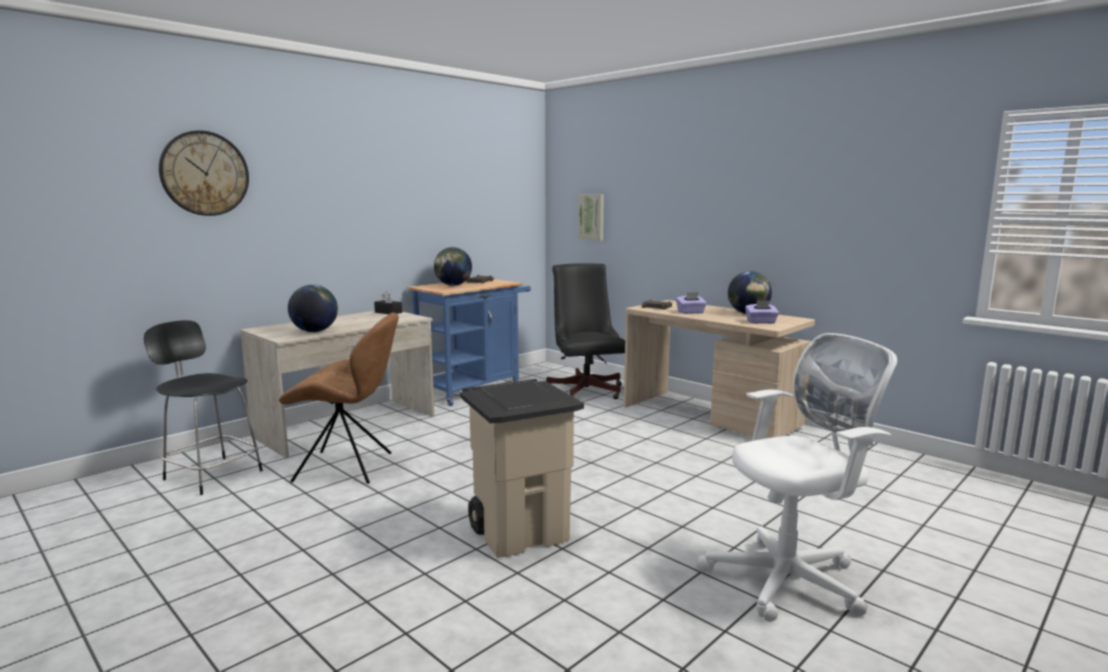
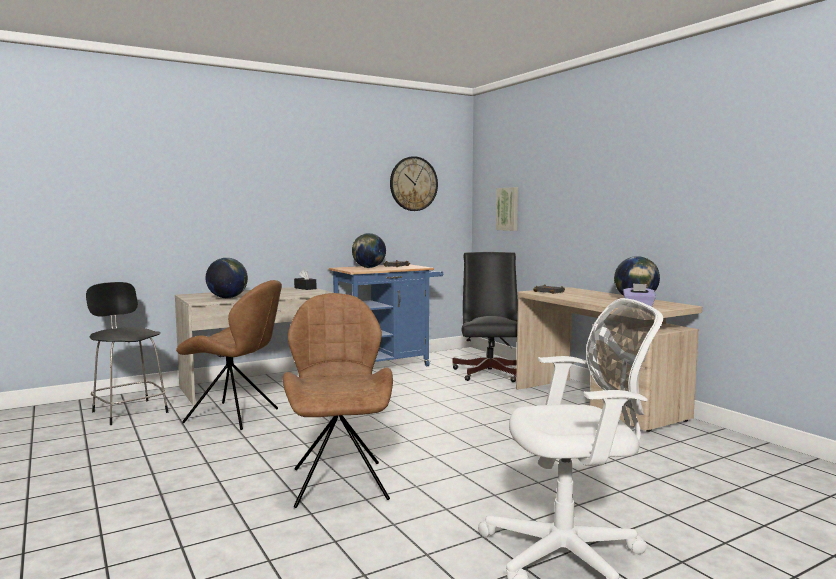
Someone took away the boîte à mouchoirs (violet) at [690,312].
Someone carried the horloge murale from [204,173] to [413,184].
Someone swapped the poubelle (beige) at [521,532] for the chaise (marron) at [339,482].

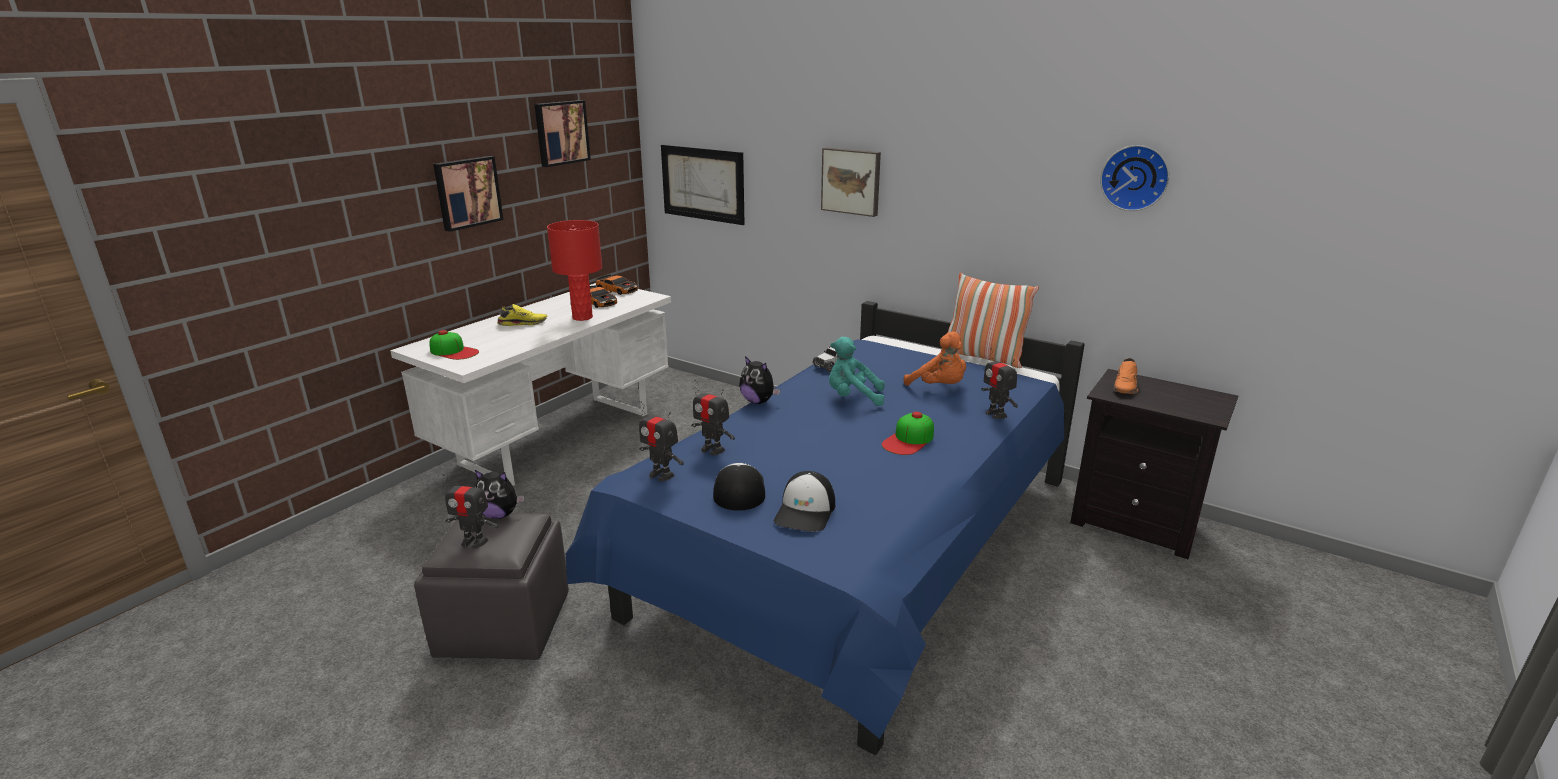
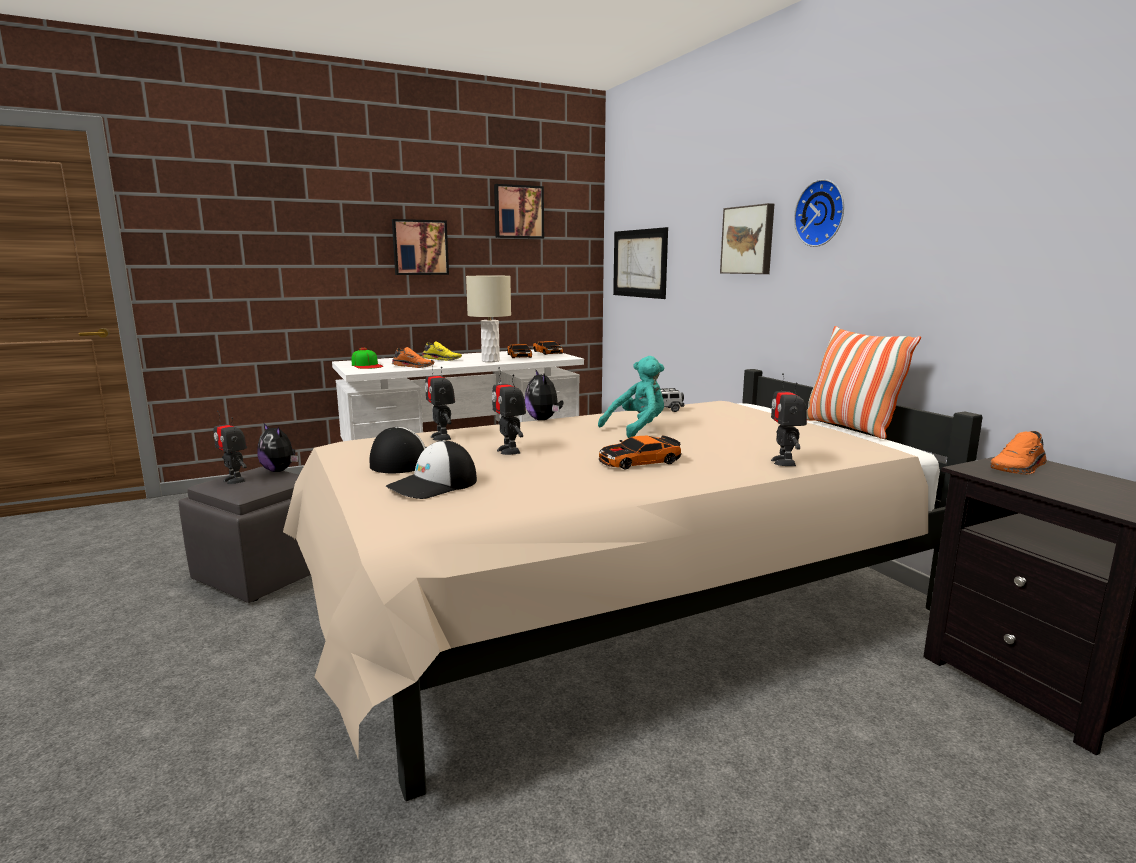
Someone took away the peluche (orange) at [939,387].
Someone put down the chaussure (orange) at [414,366].
Someone carried the robot jouet from [661,475] to [509,451].
Someone carried the horloge murale from [1135,177] to [822,213].
Someone swapped the casquette at [909,440] for the petite voiture at [639,461].
Someone repainted the lampe de table (rouge) at [583,317], which became the lampe de table (beige) at [491,361].
Someone repainted the lit (bleu) at [856,551], which became the lit (beige) at [616,608].
Someone rotated the peluche (turquoise) at [853,398] by 105 degrees clockwise.

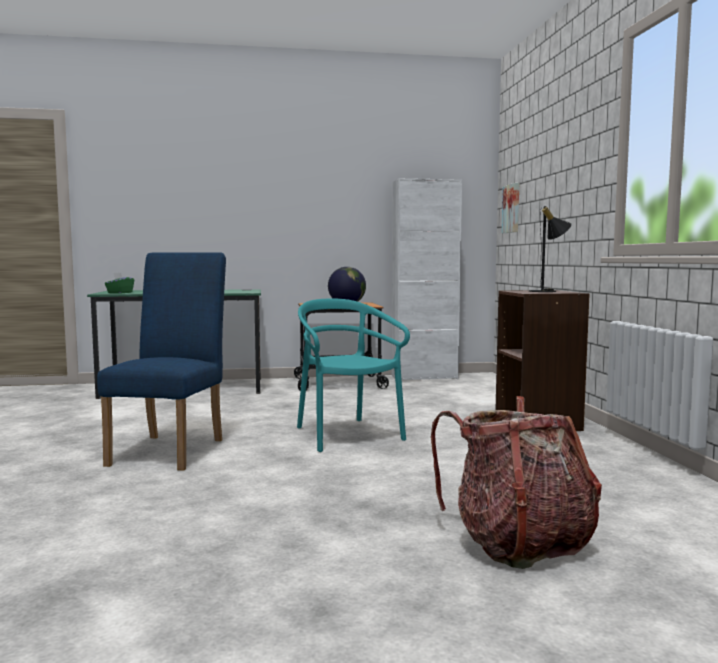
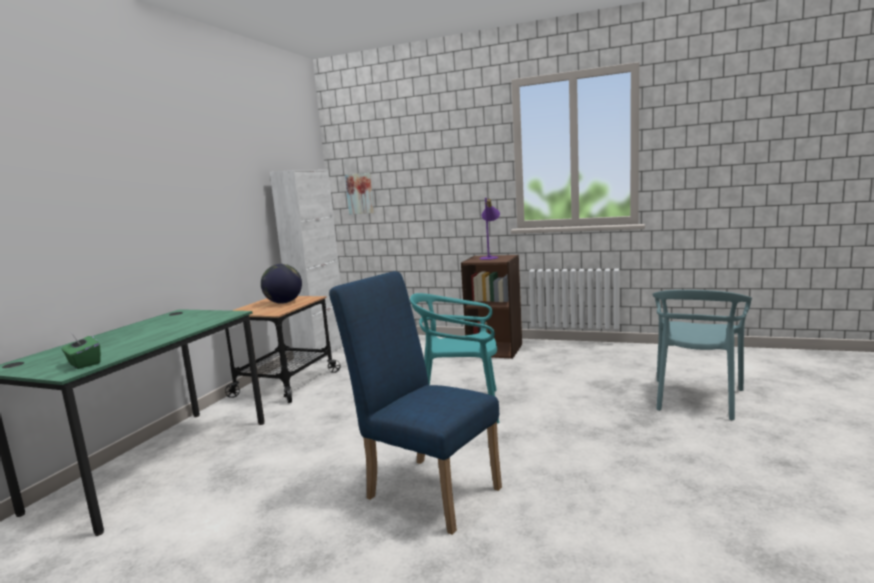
Someone swapped the sac à dos at [518,542] for the chaise (turquoise) at [696,398].
Someone repainted the lampe de table (noir) at [547,291], which became the lampe de table (violet) at [490,257].

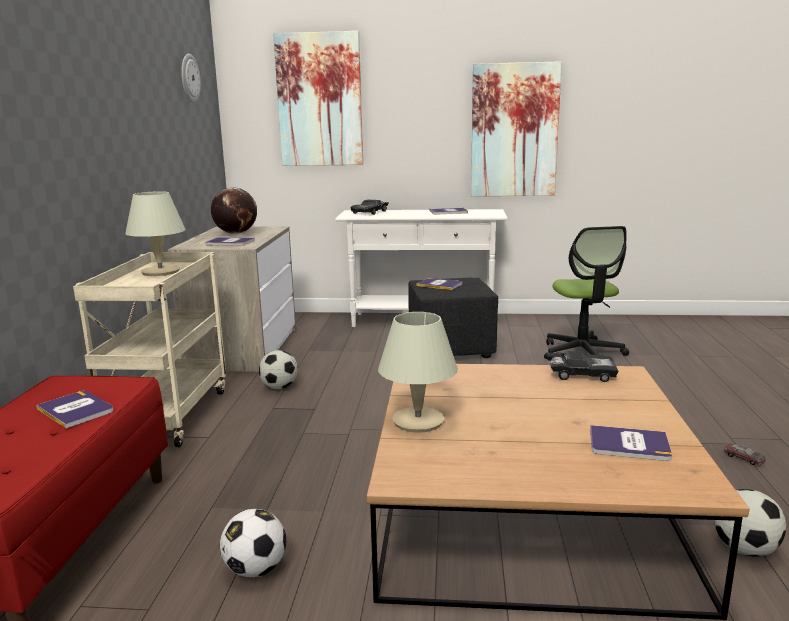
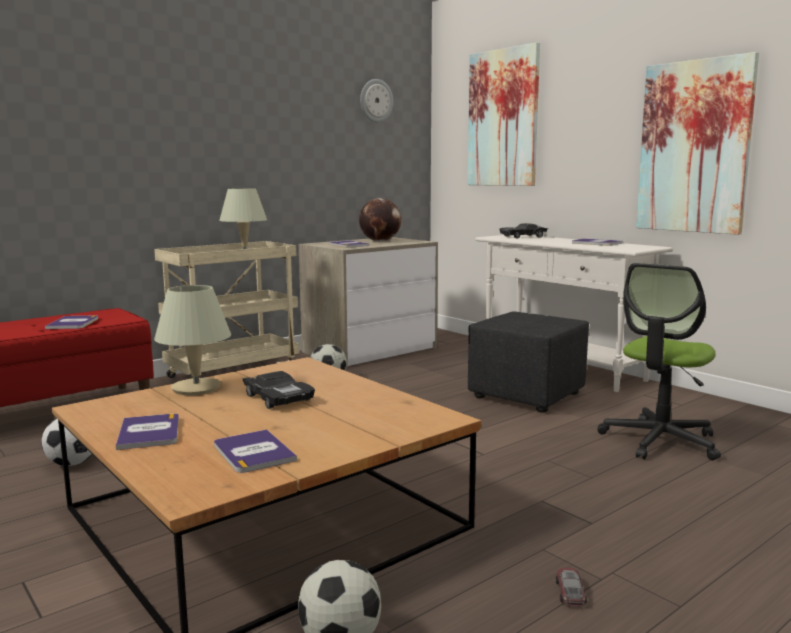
Someone carried the livre from [440,284] to [149,432].
Someone carried the petite voiture (noir) from [581,374] to [278,398].

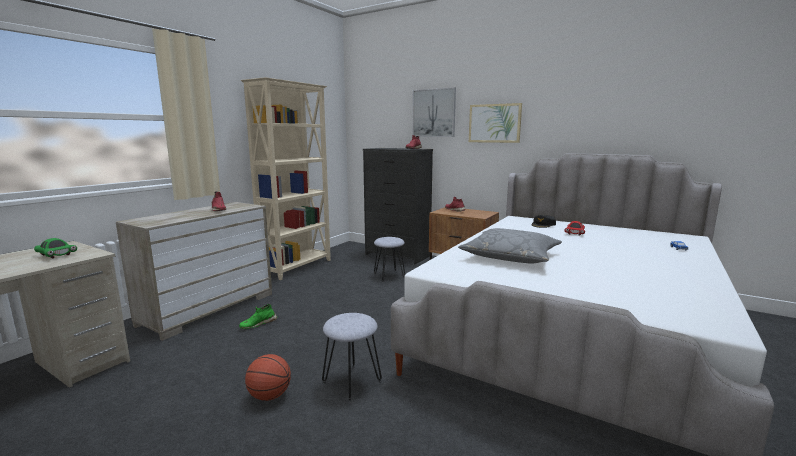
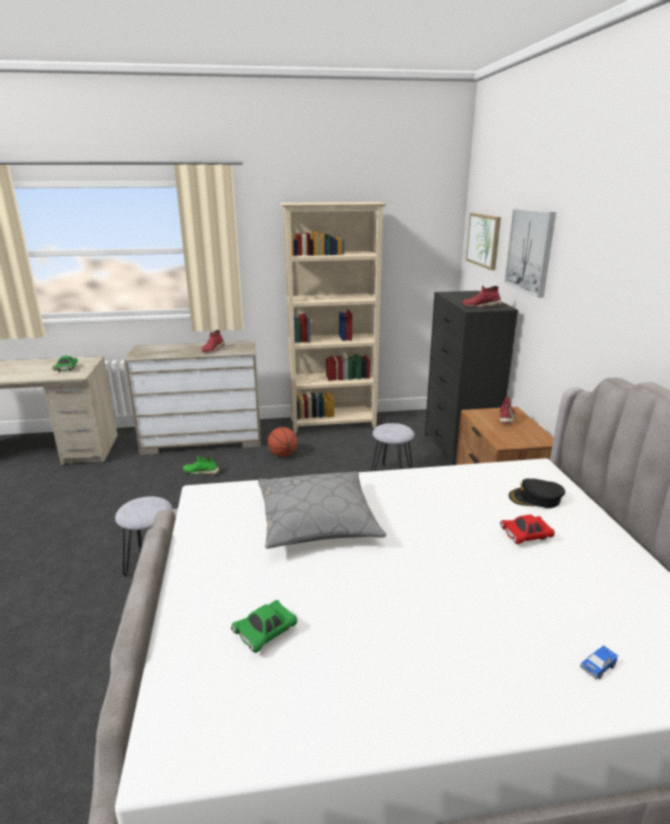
Someone put down the petite voiture (vert) at [265,633].
Someone carried the ballon de basket from [270,396] to [283,454].
Someone carried the tableau from [494,123] to [484,240].

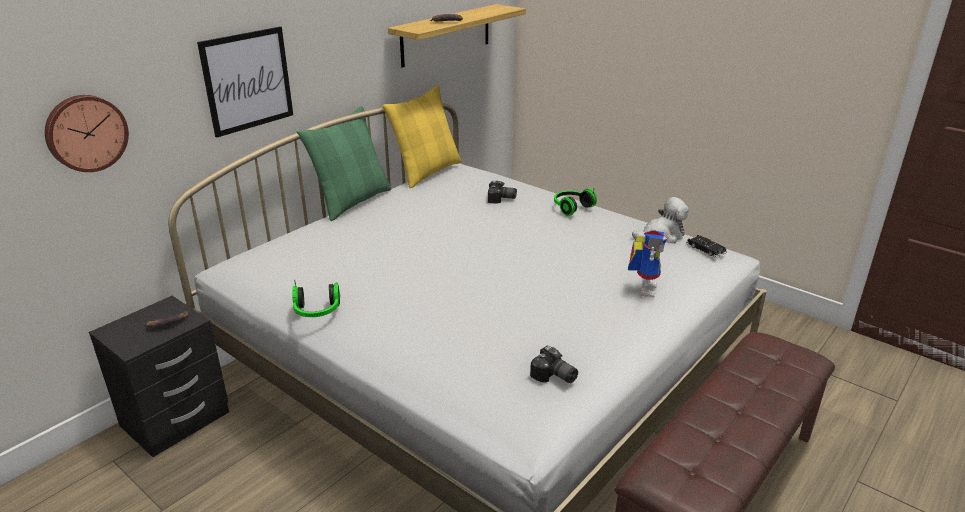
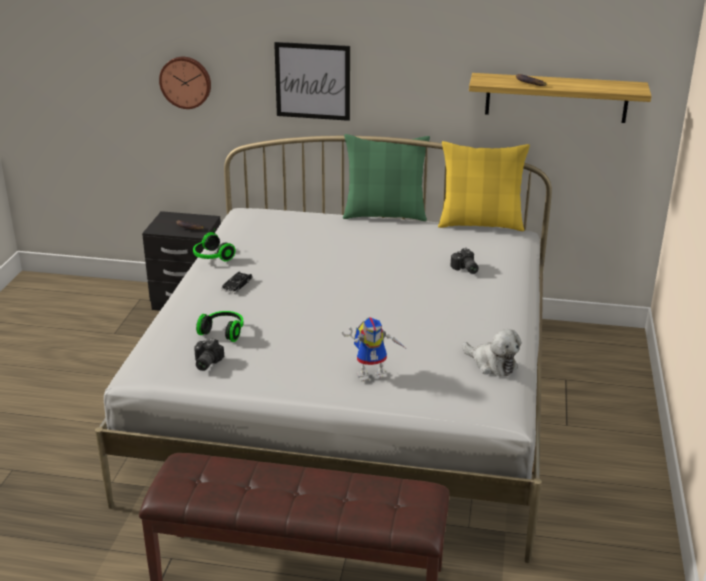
Someone carried the casque audio from [571,208] to [223,332].
Someone carried the petite voiture (noir) from [705,249] to [237,285].

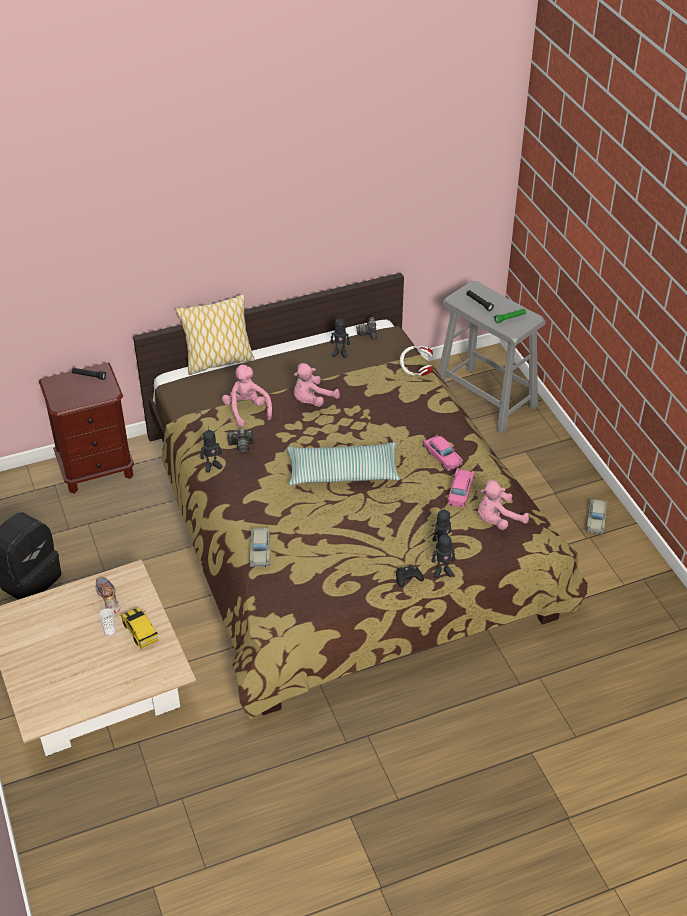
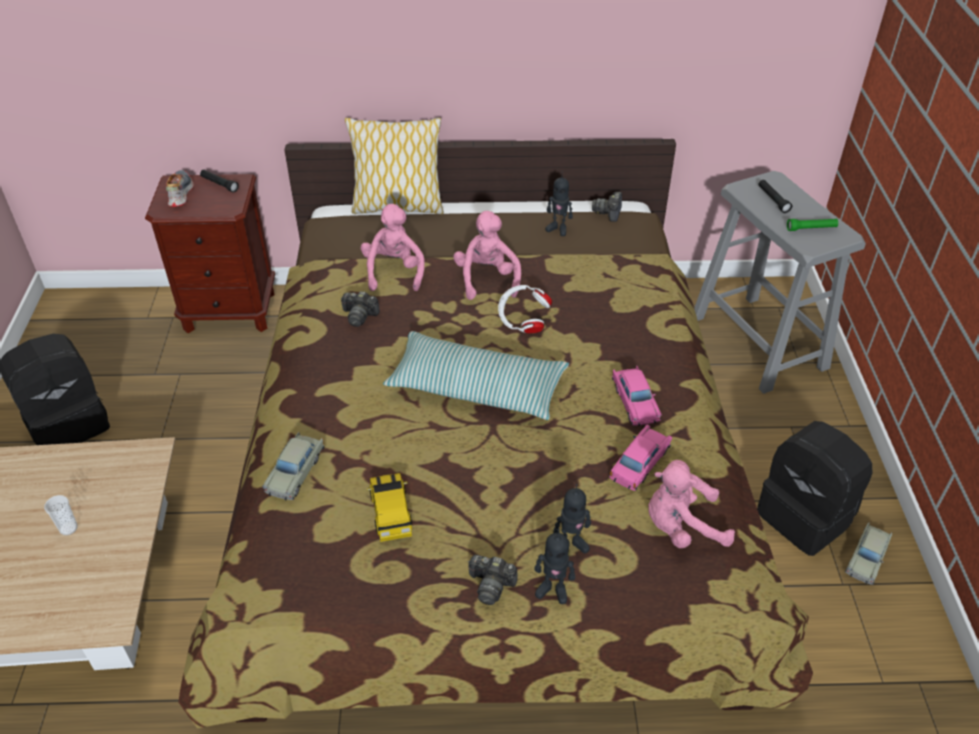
Someone took away the robot jouet at [212,466].
Someone put down the sac à dos (noir) at [805,517].
Someone carried the chaussure from [108,598] to [179,193].
Someone carried the petite voiture from [140,631] to [391,512].
Someone carried the casque audio (blanc) from [415,370] to [523,322].
Someone swapped the manette (noir) at [408,578] for the appareil photo at [491,585].
Someone rotated the peluche (rose) at [312,400] by 105 degrees clockwise.

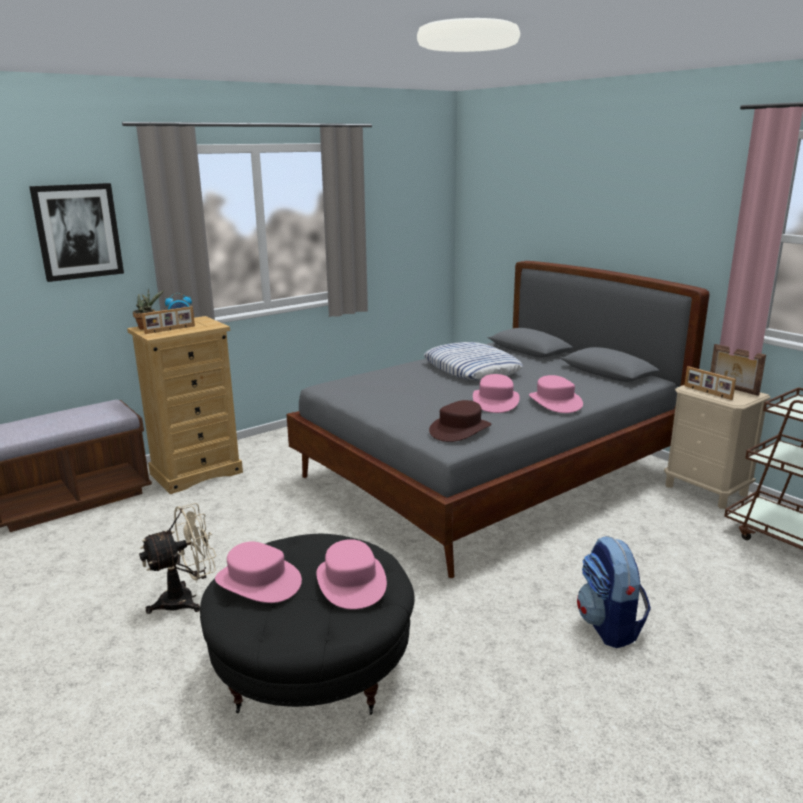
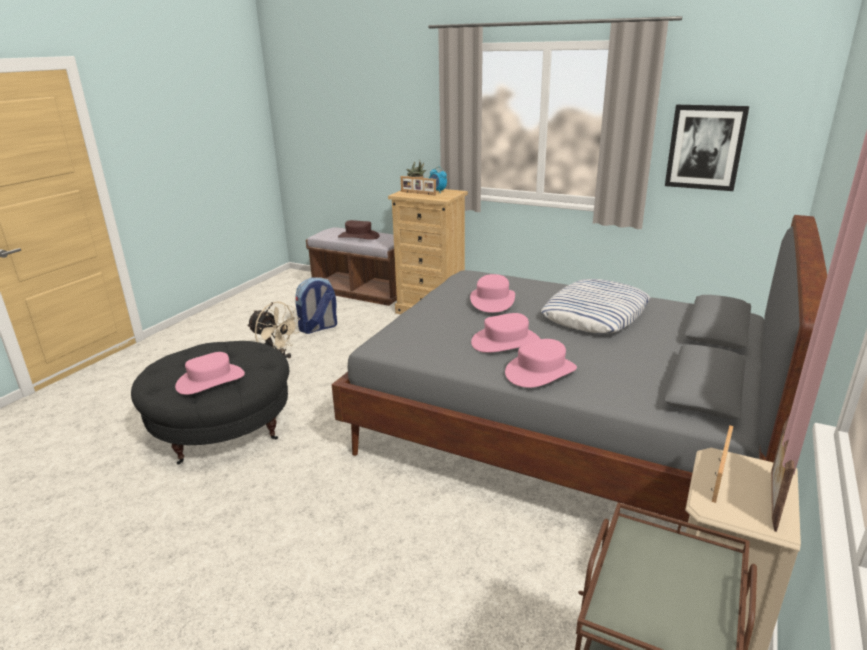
Someone carried the tableau from [78,231] to [705,147].
Someone carried the chapeau (rose) from [258,582] to [492,300].
Someone carried the chapeau (marron) from [460,430] to [358,236].
Someone carried the sac à dos from [609,626] to [318,328].

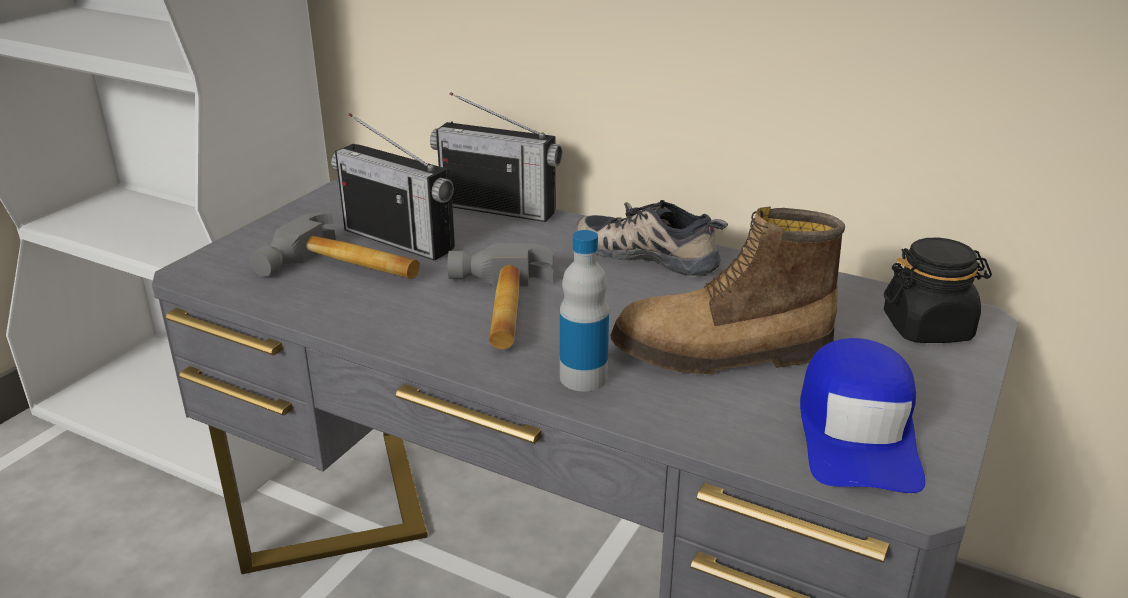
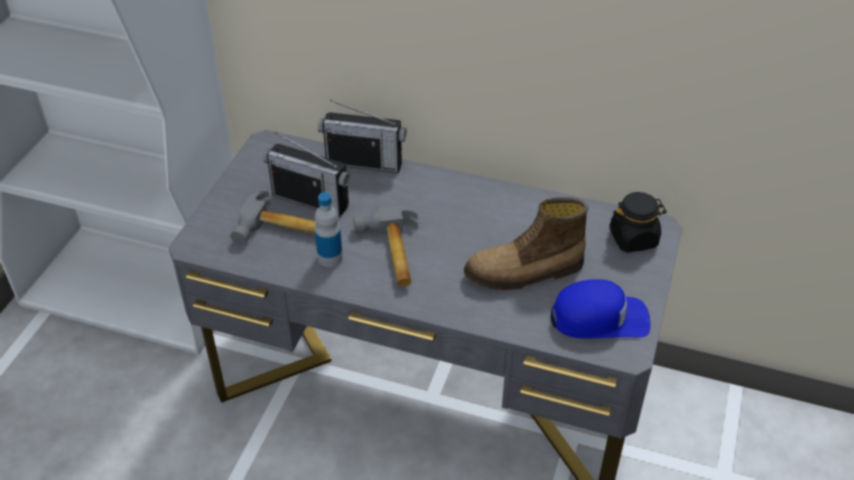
Someone took away the chaussure at [650,253].
Someone carried the bouteille from [583,377] to [330,258].
Someone rotated the casquette (bleu) at [858,432] by 90 degrees counterclockwise.

